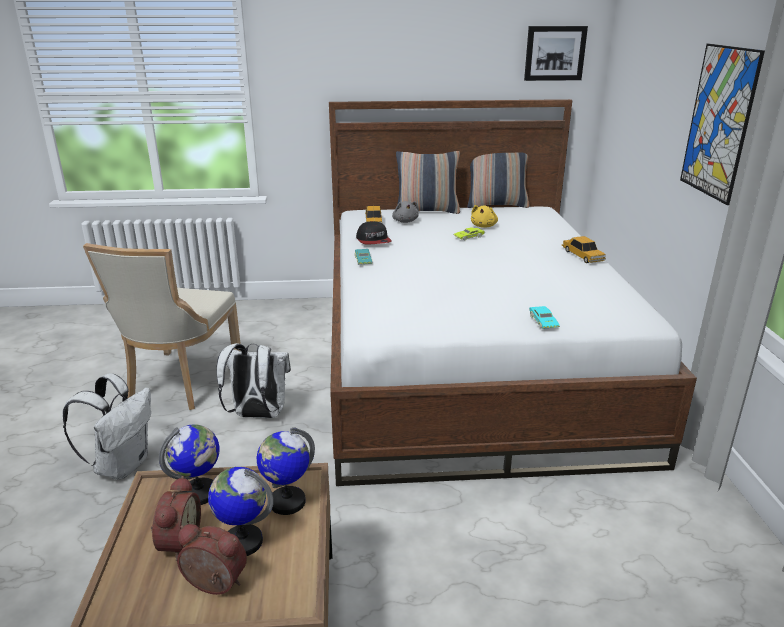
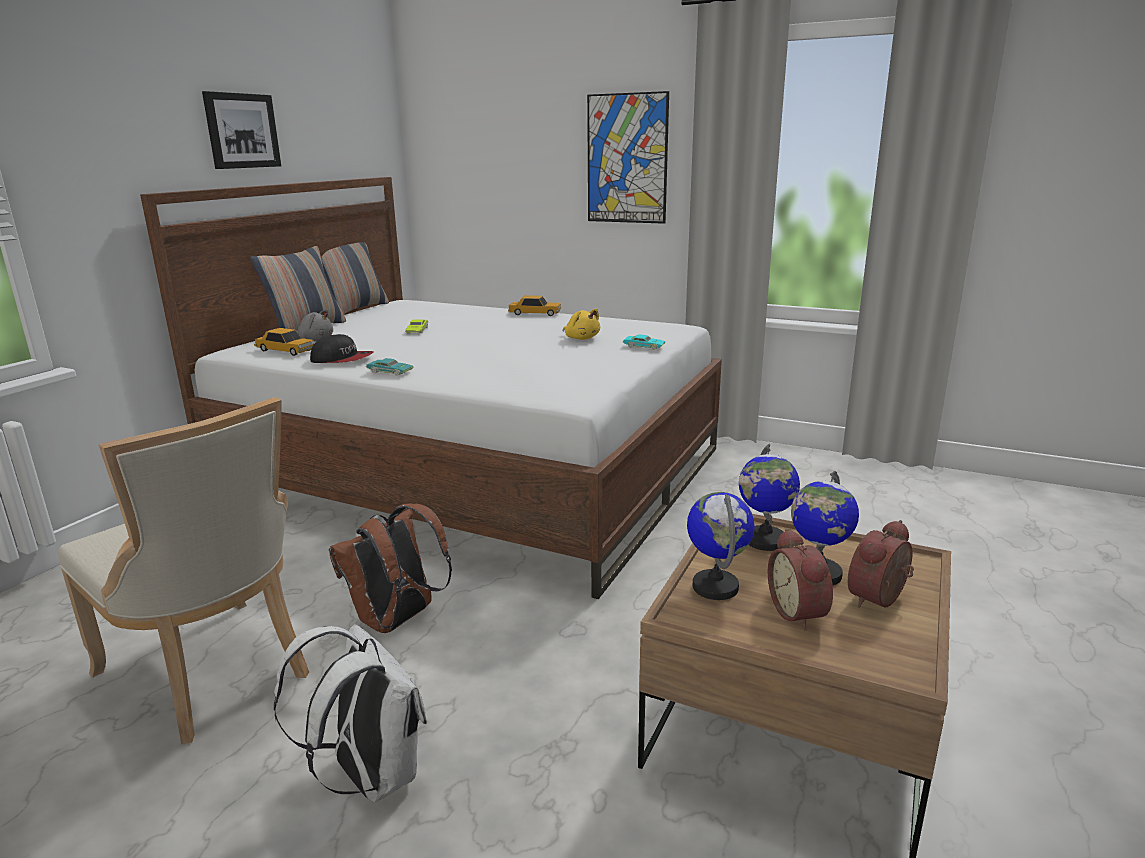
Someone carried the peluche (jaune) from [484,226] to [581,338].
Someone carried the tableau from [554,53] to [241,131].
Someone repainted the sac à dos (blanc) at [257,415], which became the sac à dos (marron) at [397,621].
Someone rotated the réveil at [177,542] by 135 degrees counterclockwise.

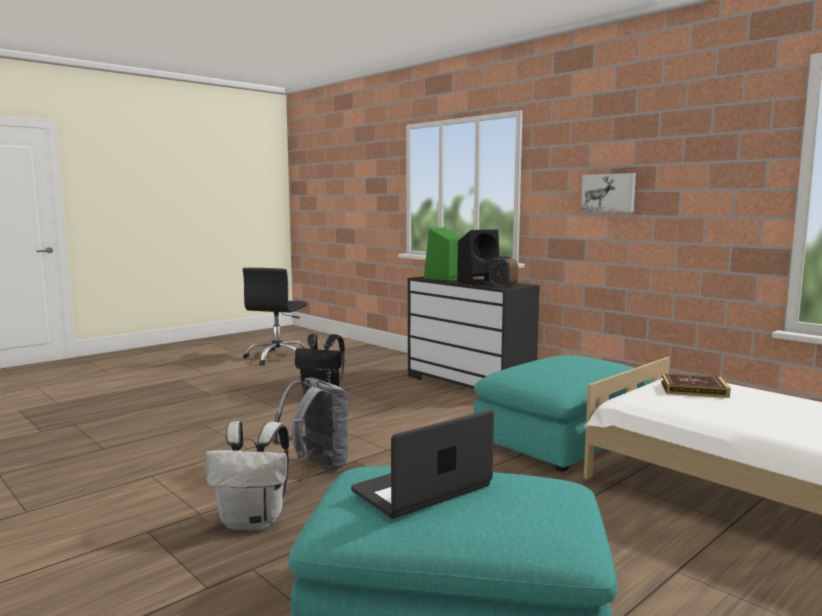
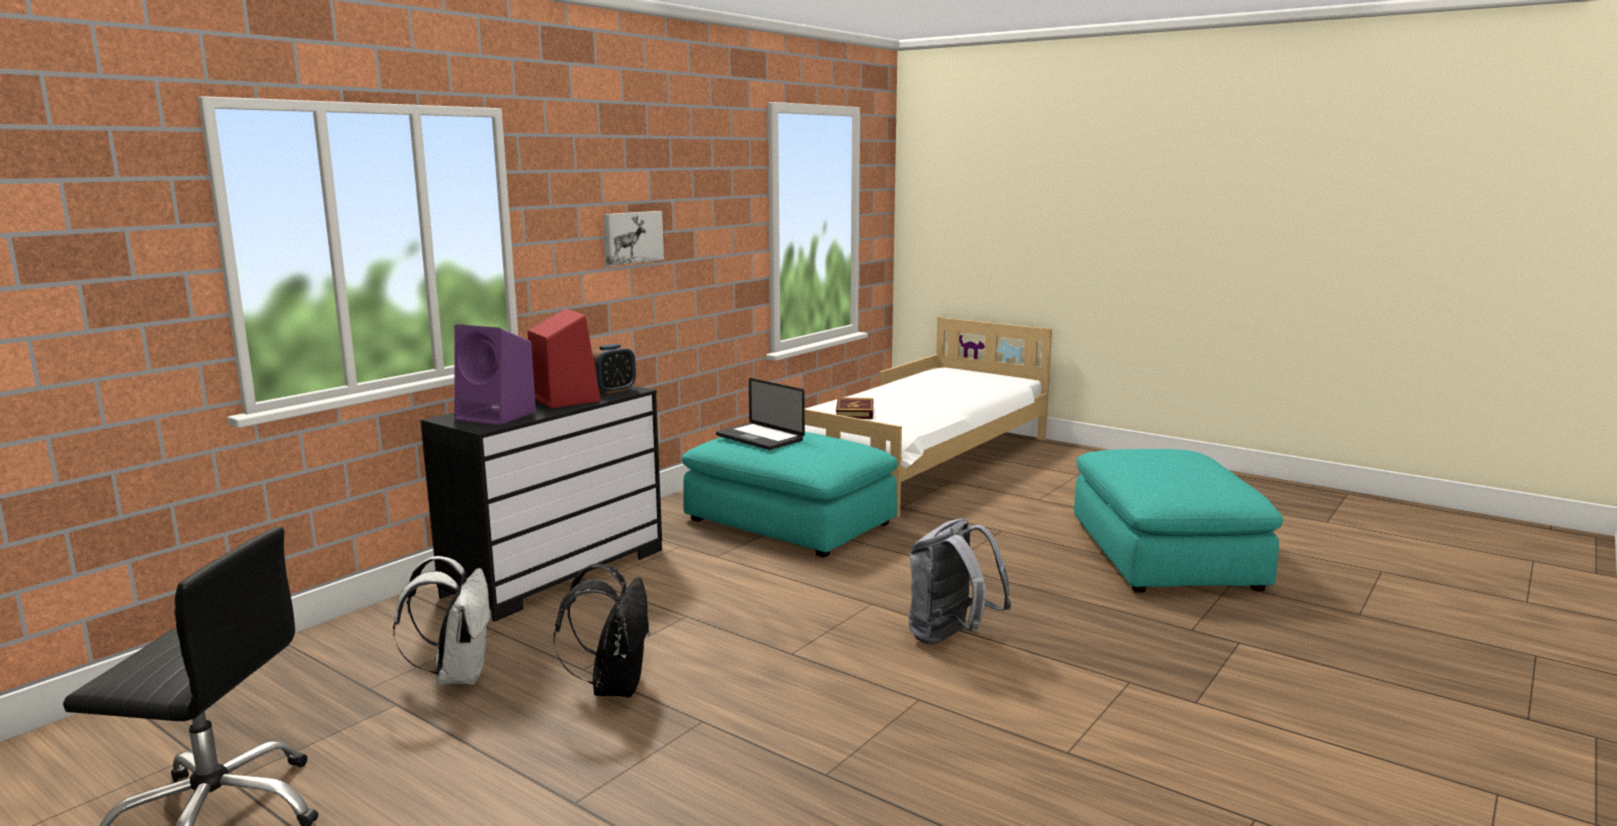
Someone carried the sac à dos (blanc) from [254,522] to [457,675].
Someone carried the ordinateur portable from [422,489] to [759,438].
Someone repainted the enceinte (vert) at [443,278], which became the enceinte (violet) at [498,416].
Someone repainted the enceinte (noir) at [479,282], which became the enceinte (rouge) at [564,399].

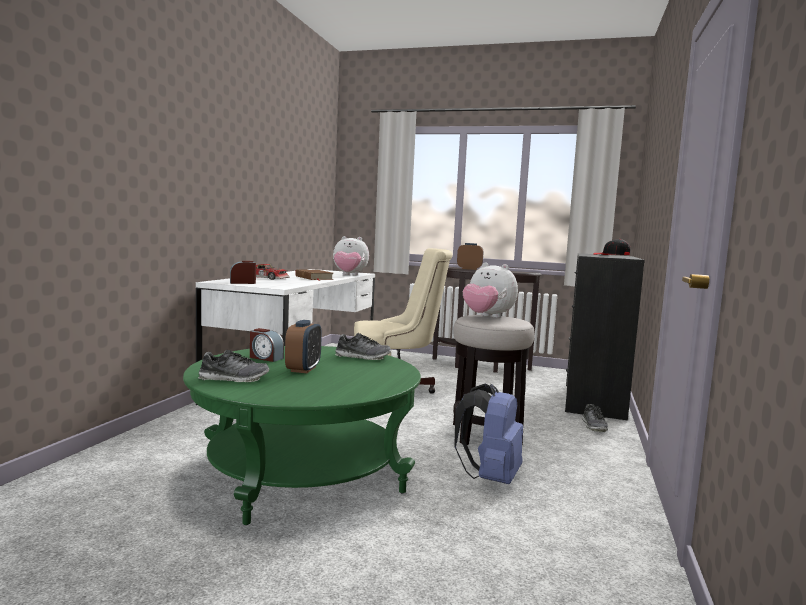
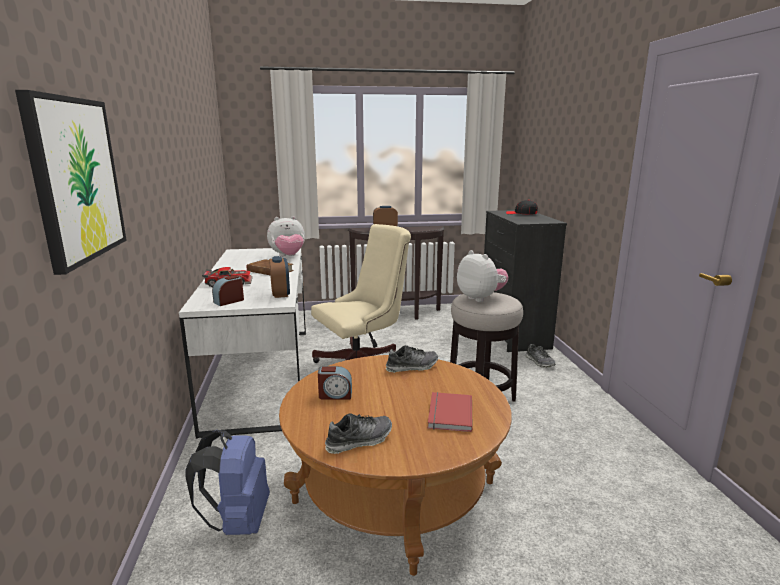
Someone put up the tableau at [76,179].
Someone put down the livre (rouge) at [448,414].
Someone carried the réveil from [303,369] to [280,294].
Someone carried the sac à dos (bleu) from [490,478] to [238,521].
Someone repainted the table basse (vert) at [303,473], which became the table basse (marron) at [394,492].
Someone rotated the peluche at [487,317] by 135 degrees counterclockwise.

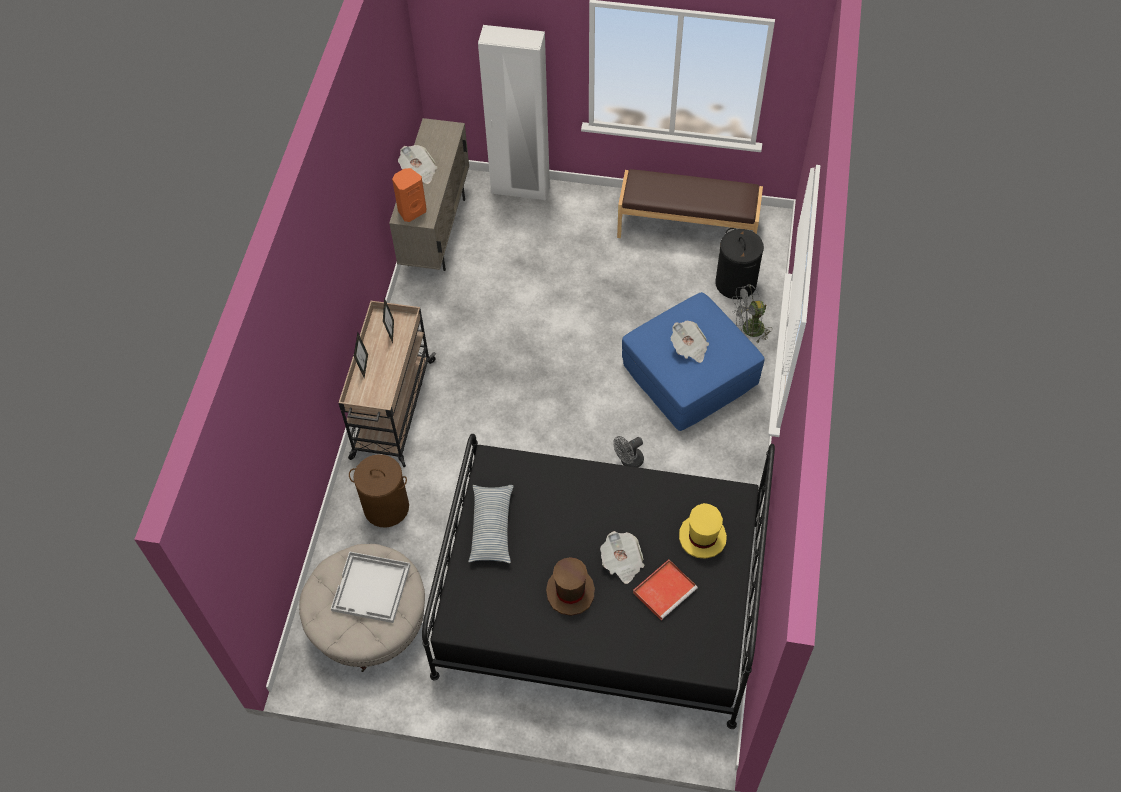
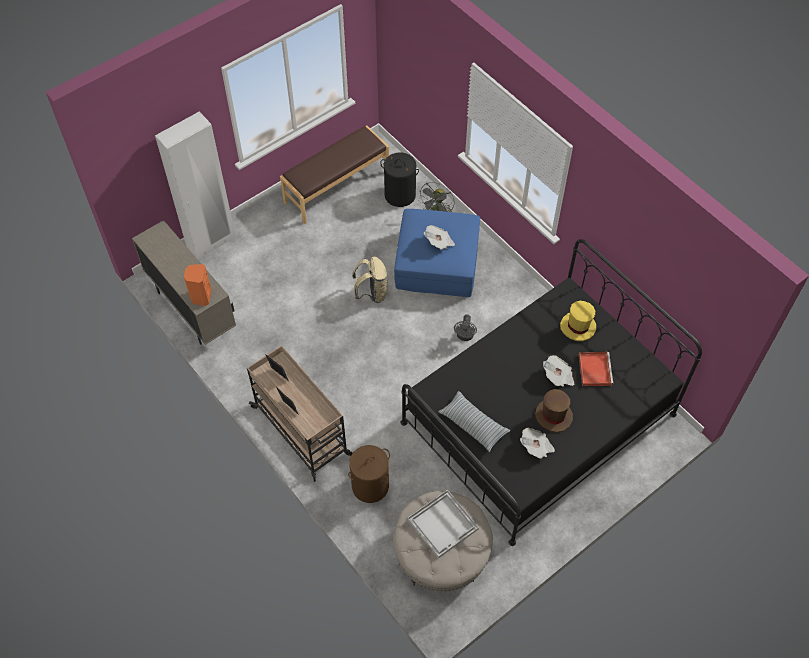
Someone put down the sac à dos (beige) at [372,293].
Someone carried the journal from [419,171] to [536,447].

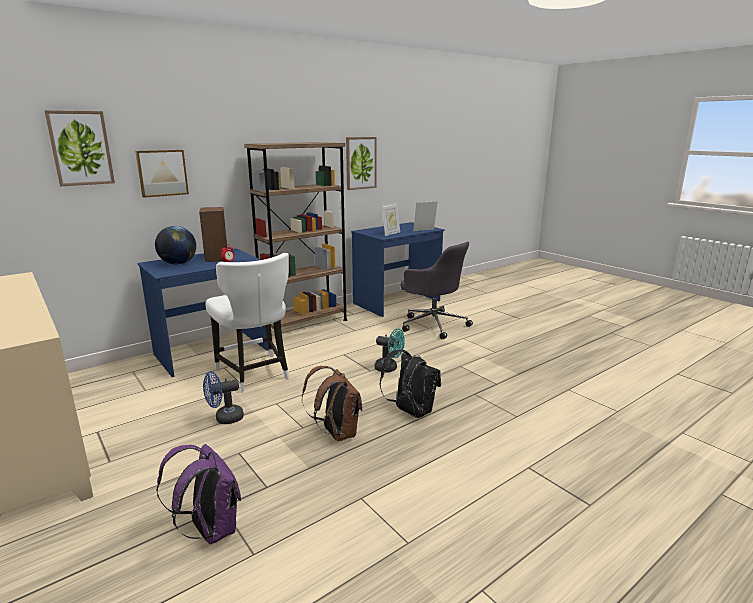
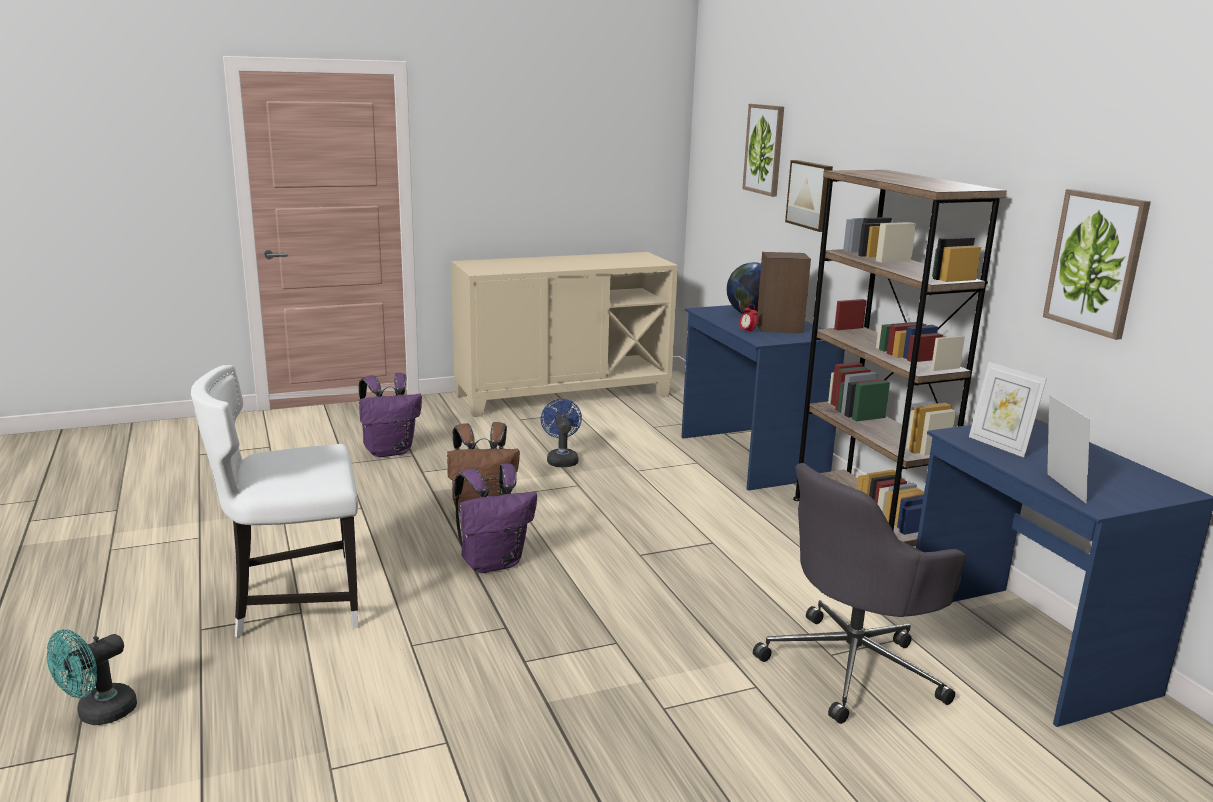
Someone carried the chaise (blanc) from [255,374] to [294,604].
Someone carried the ventilateur (turquoise) from [389,368] to [98,714].
Someone repainted the sac à dos (noir) at [411,412], which became the sac à dos (violet) at [493,562].

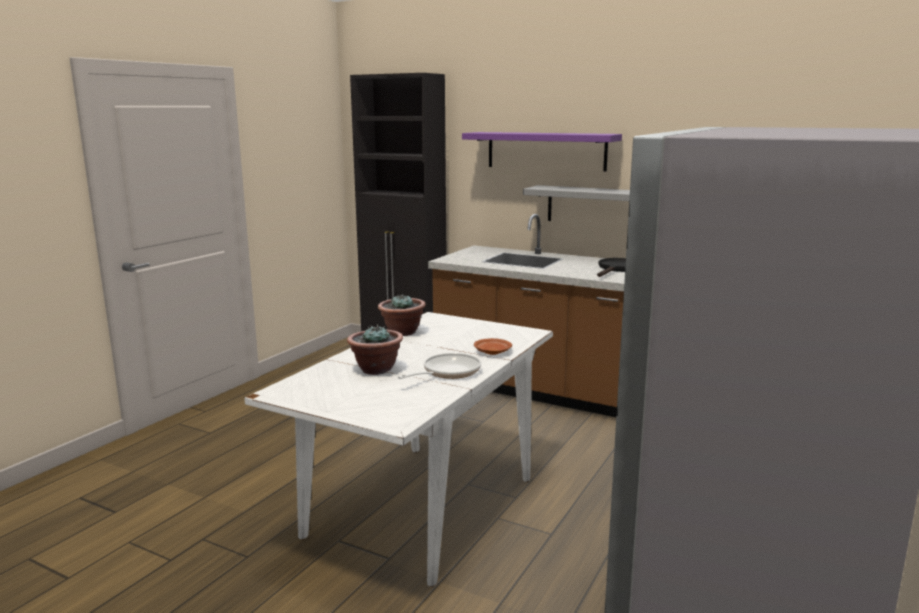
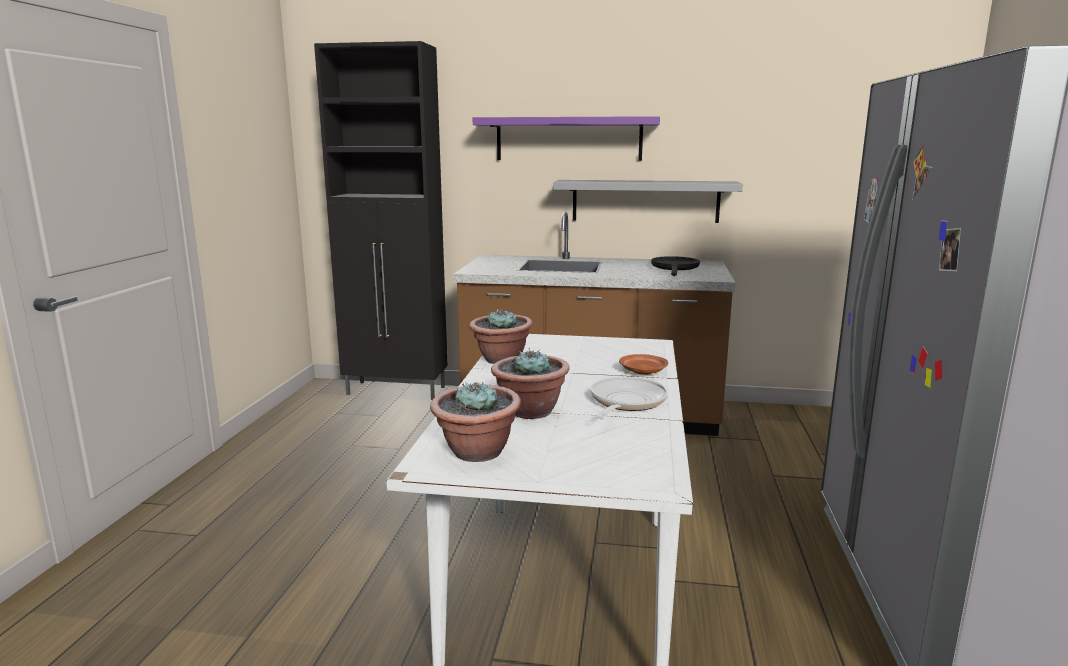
Someone put down the plante en pot at [477,452].

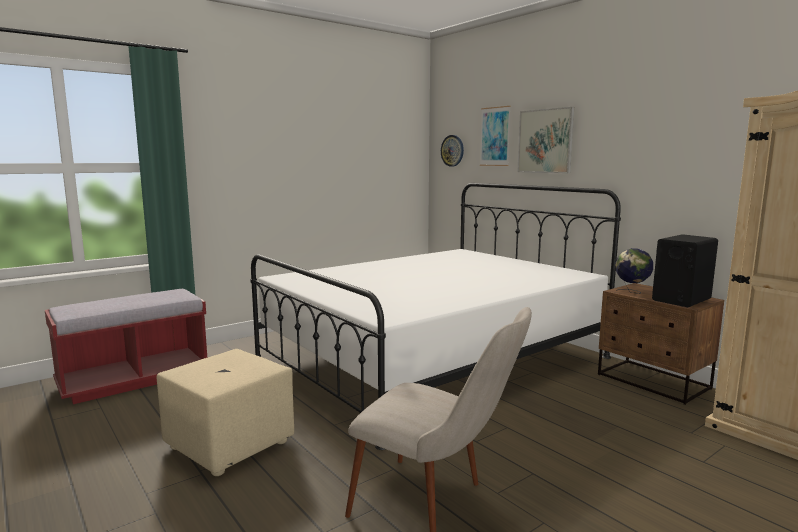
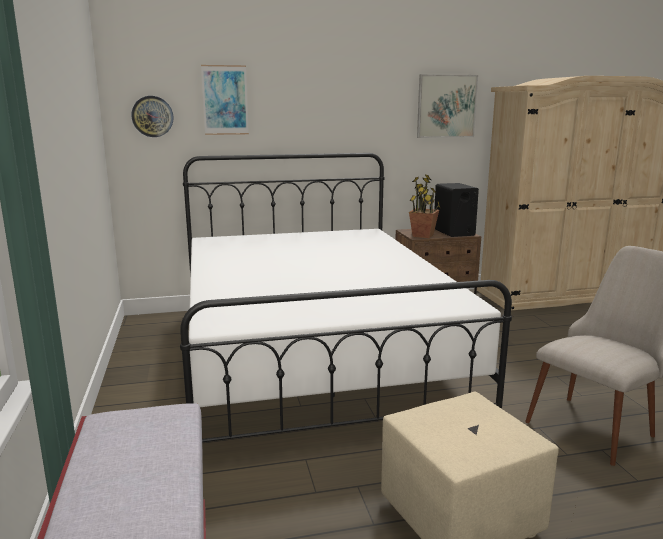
Someone carried the tableau from [545,141] to [446,106].
Someone swapped the globe at [631,292] for the plante en pot at [423,235].

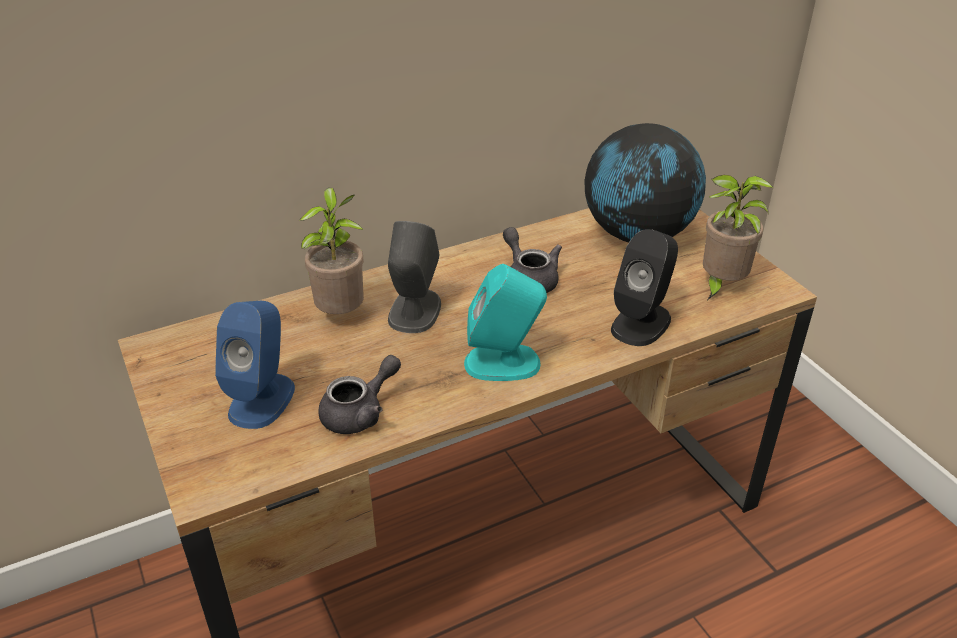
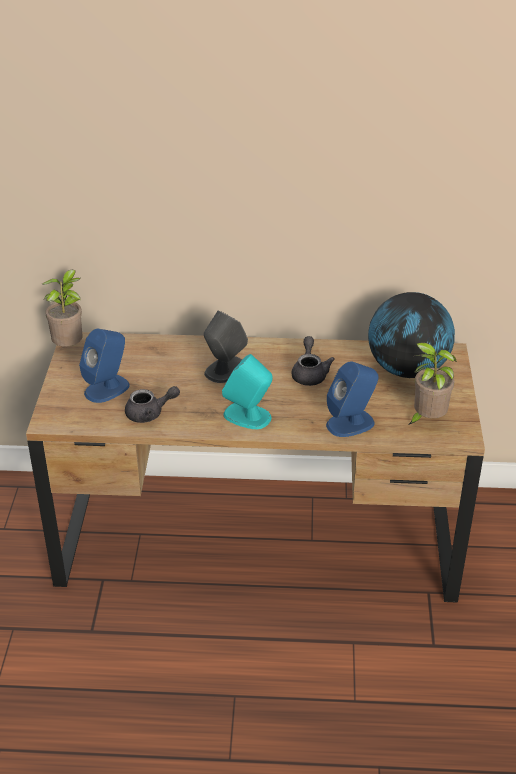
Someone carried the plante en pot from [341,314] to [70,347].
Someone repainted the enceinte (noir) at [641,323], which became the enceinte (bleu) at [351,423].

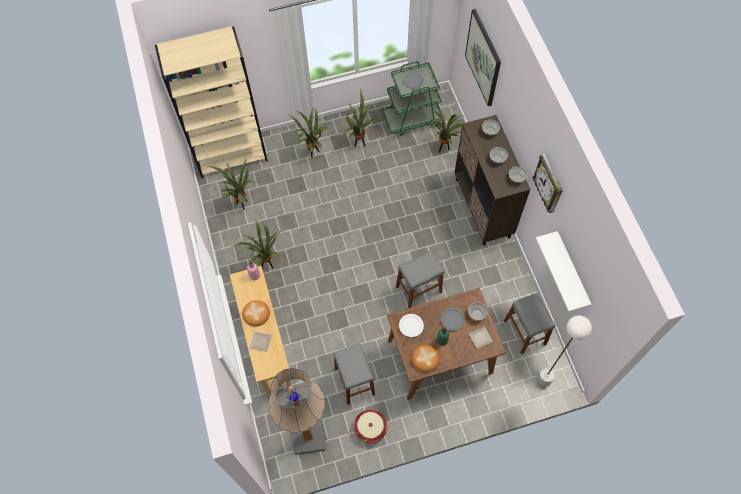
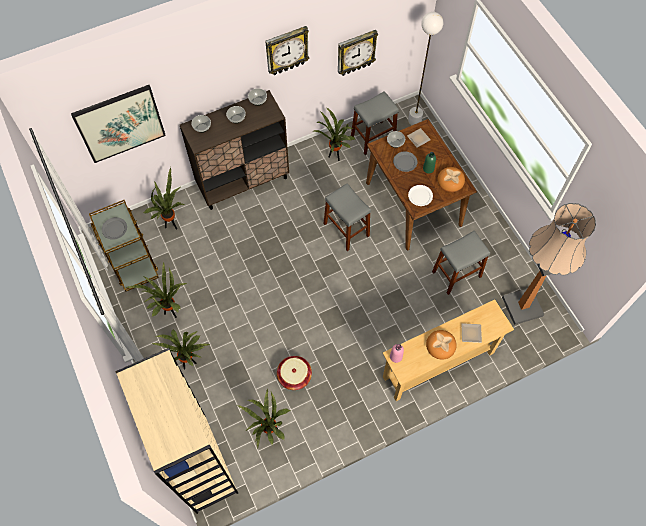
Someone carried the plante en pot from [266,264] to [335,157].
Someone carried the panier from [370,428] to [294,376].
Someone swapped the étagère (blanc) at [571,271] for the horloge murale at [356,52].
Someone repainted the chariot (vert) at [412,118], which became the chariot (marron) at [132,261].

